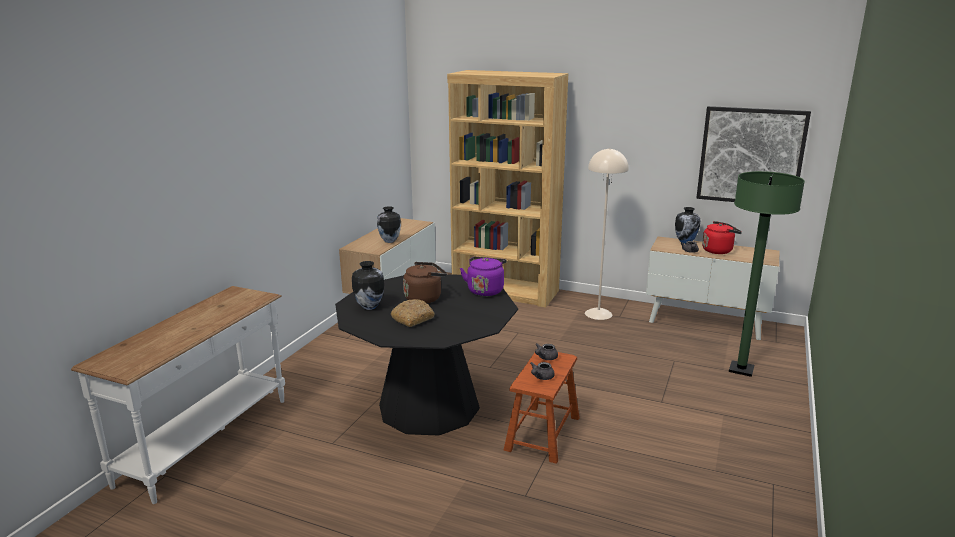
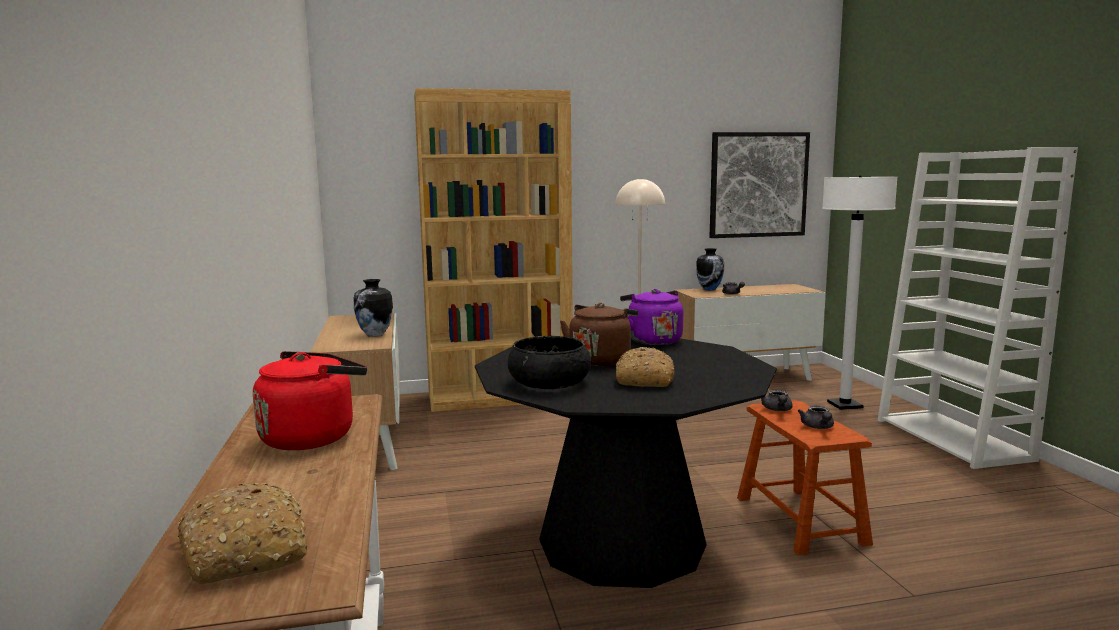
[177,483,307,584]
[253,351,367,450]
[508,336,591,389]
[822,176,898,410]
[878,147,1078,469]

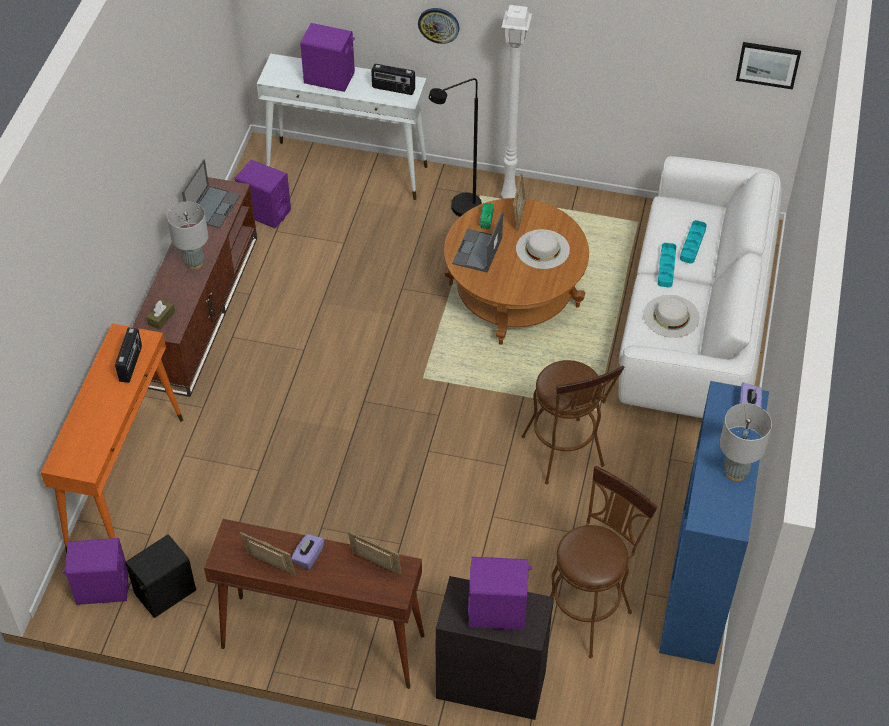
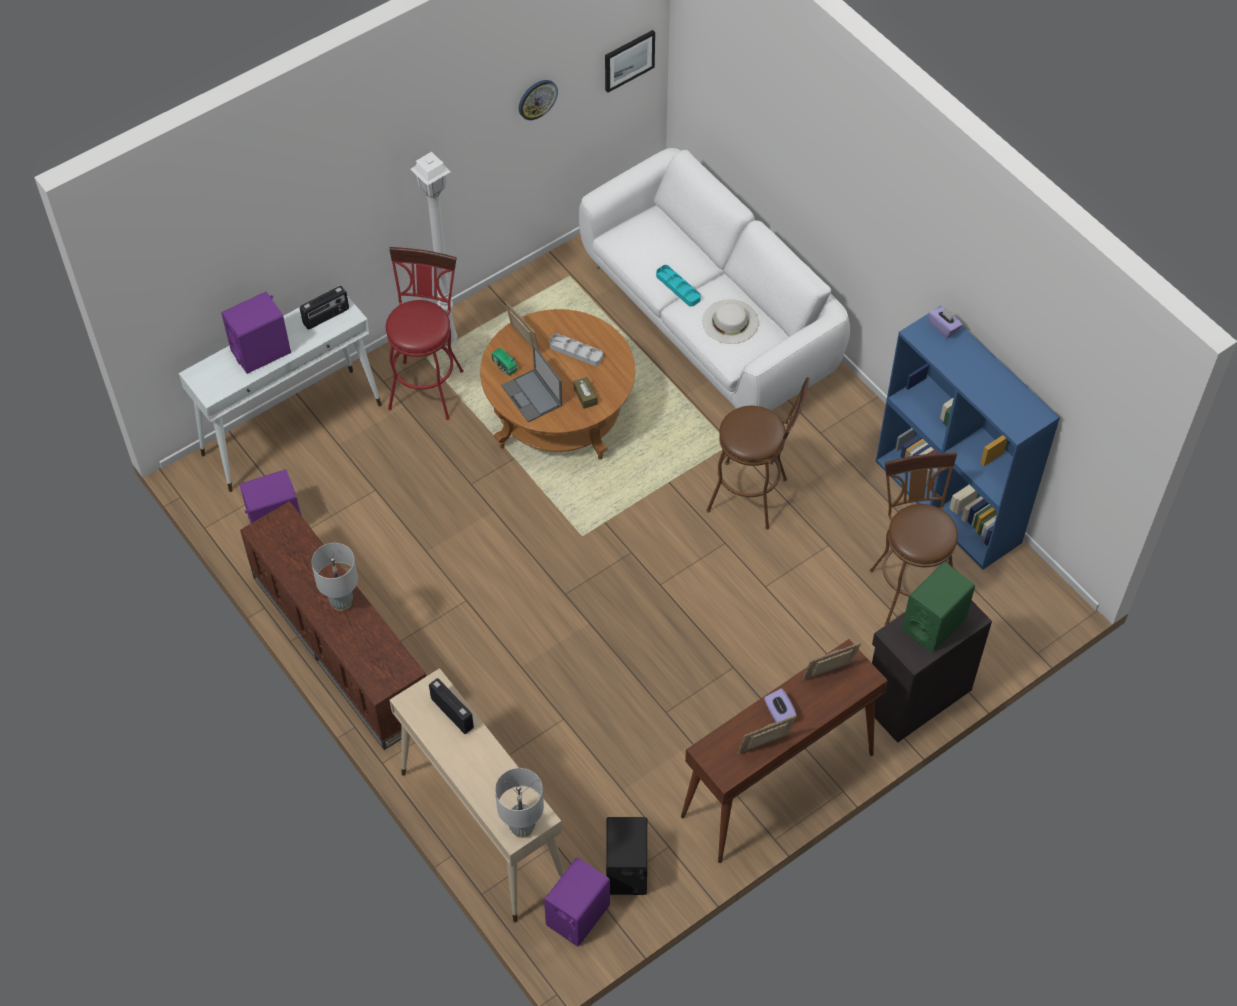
[386,247,464,420]
[390,668,564,922]
[495,768,544,838]
[519,80,558,120]
[549,333,603,366]
[574,377,597,409]
[902,562,975,653]
[182,159,241,228] (first image)
[680,220,707,263] (first image)

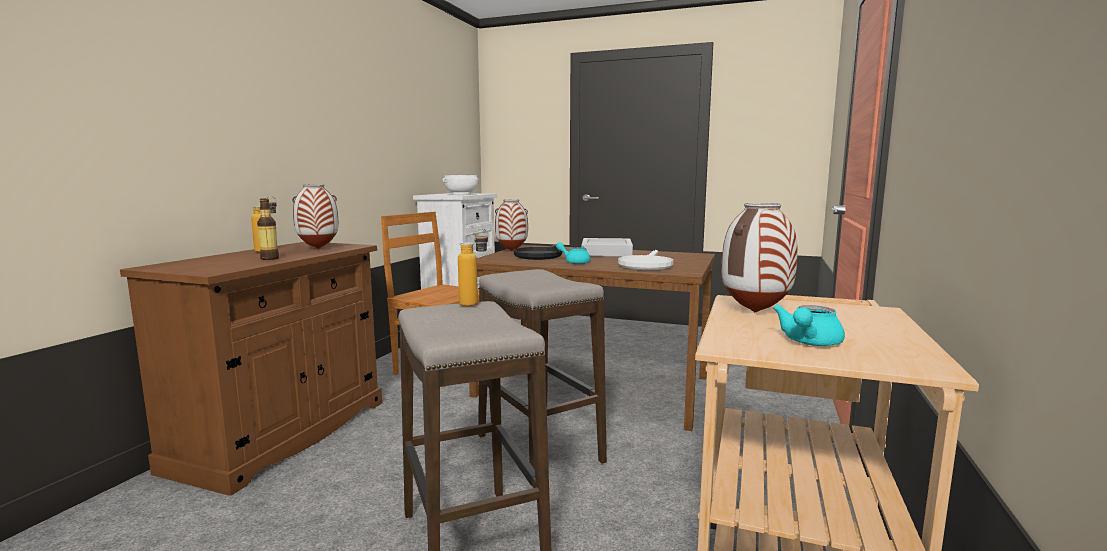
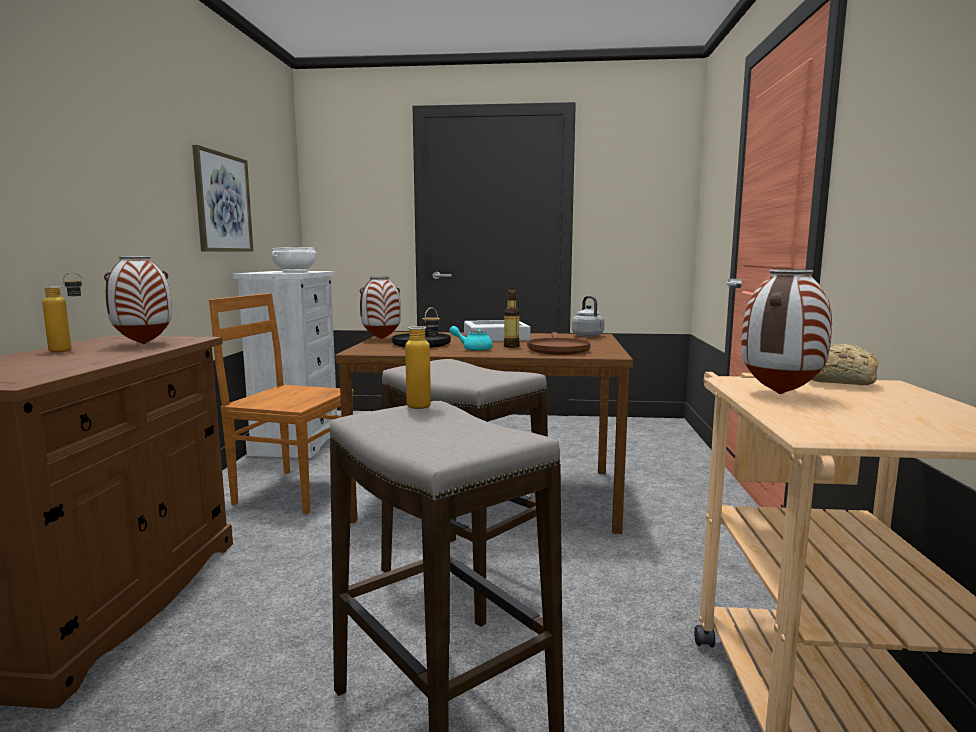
[192,145,253,252]
[504,290,520,348]
[527,332,591,355]
[572,296,604,337]
[811,344,879,385]
[773,305,845,346] (first image)

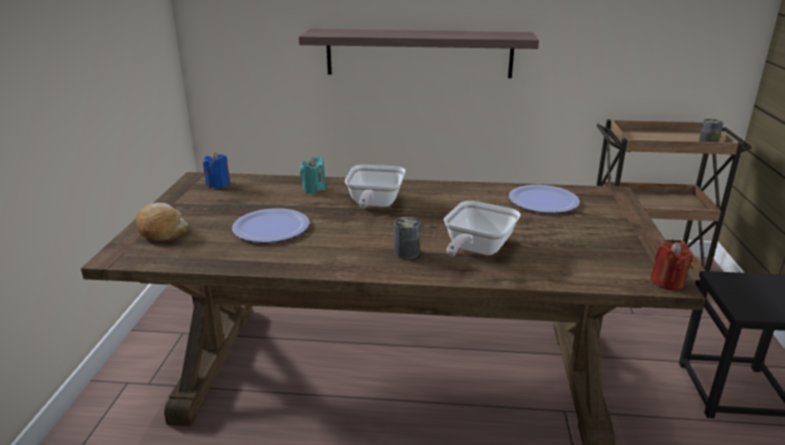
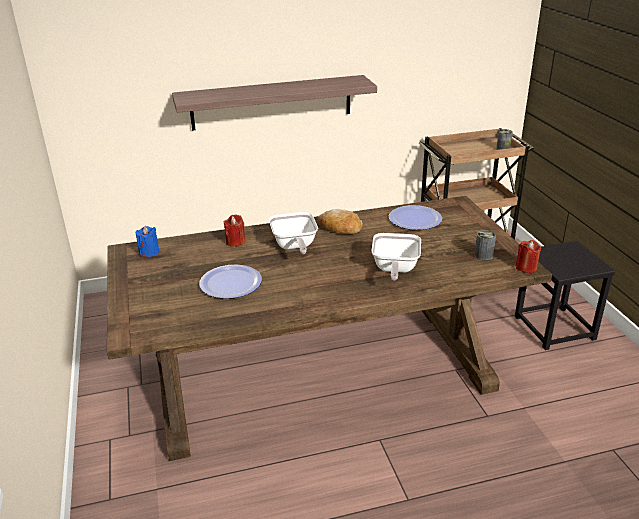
[224,214,245,247]
[318,209,363,234]
[475,230,496,260]

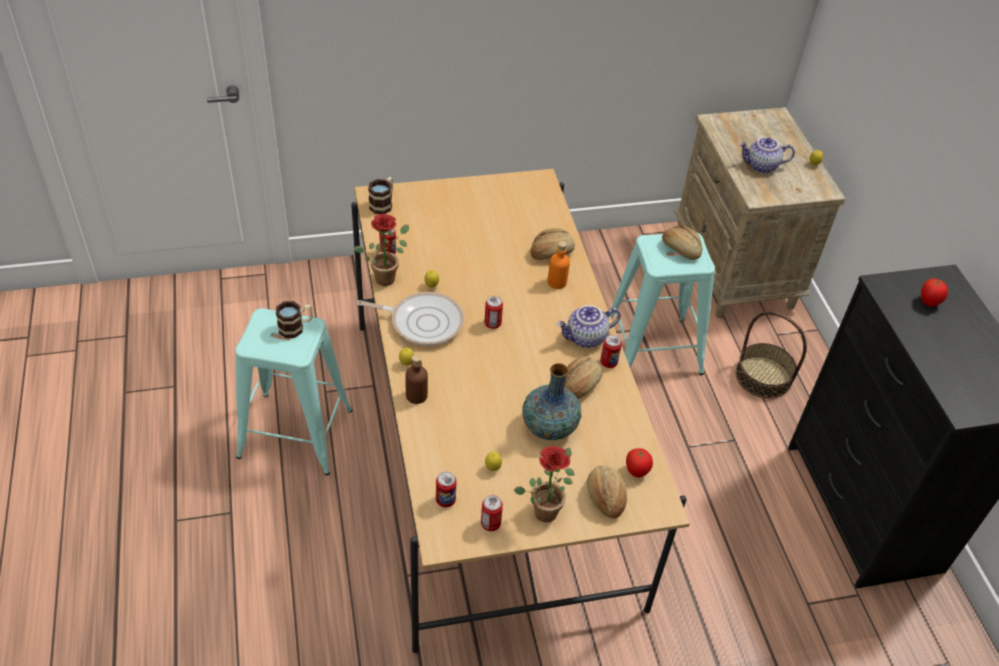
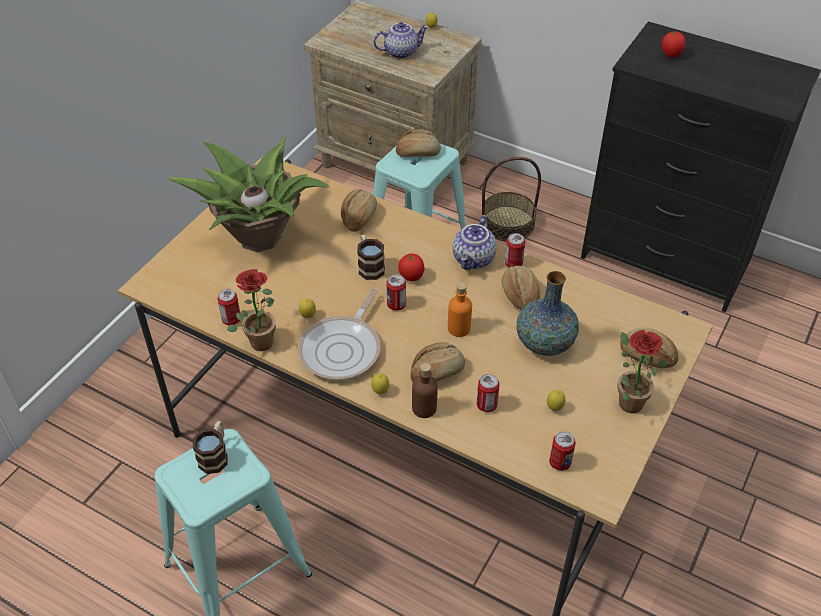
[167,136,329,252]
[298,288,381,381]
[357,234,385,280]
[373,22,429,59]
[398,254,424,282]
[410,342,465,382]
[448,282,472,337]
[477,374,500,412]

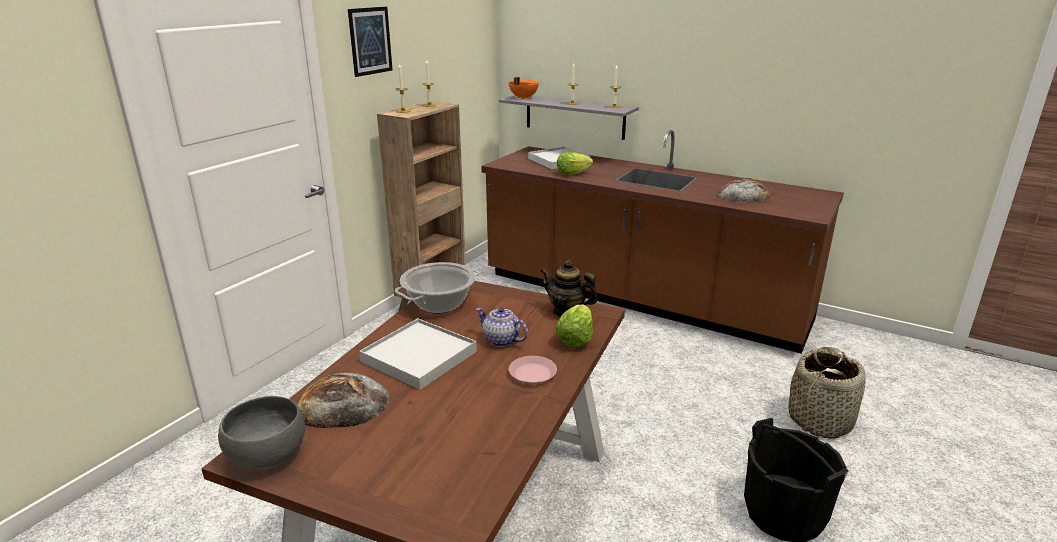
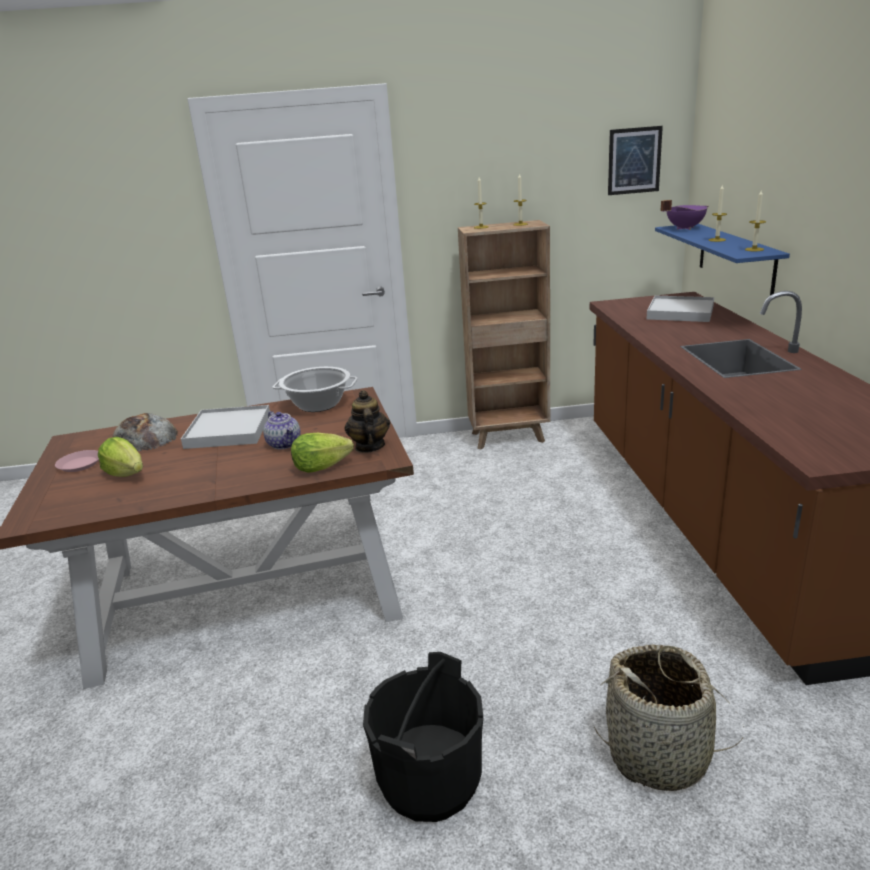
[55,450,99,472]
[98,437,143,477]
[263,411,301,449]
[608,126,663,195]
[655,224,790,295]
[661,200,708,230]
[218,396,305,470] (first image)
[717,178,771,203] (first image)

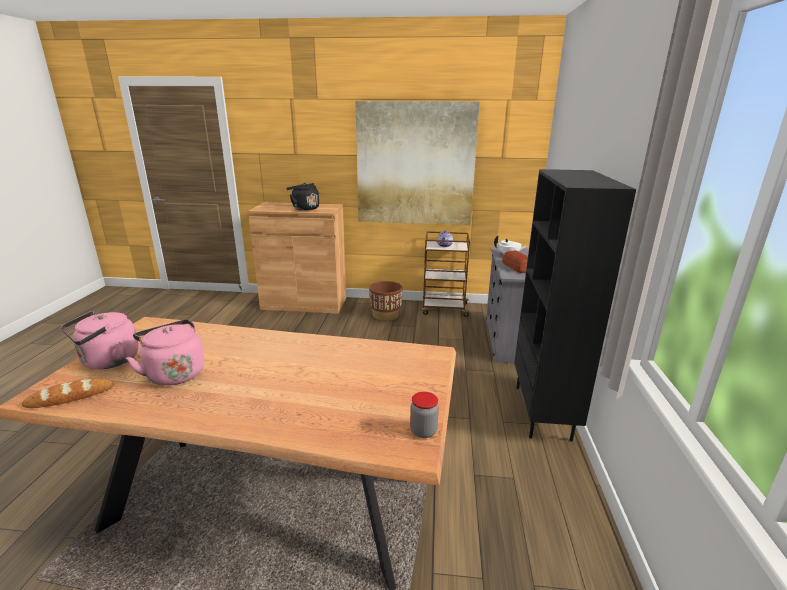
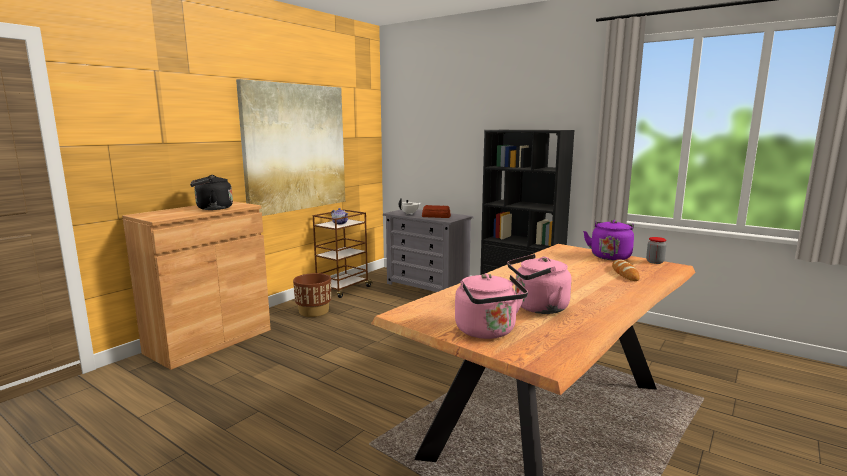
[583,220,634,260]
[612,259,640,281]

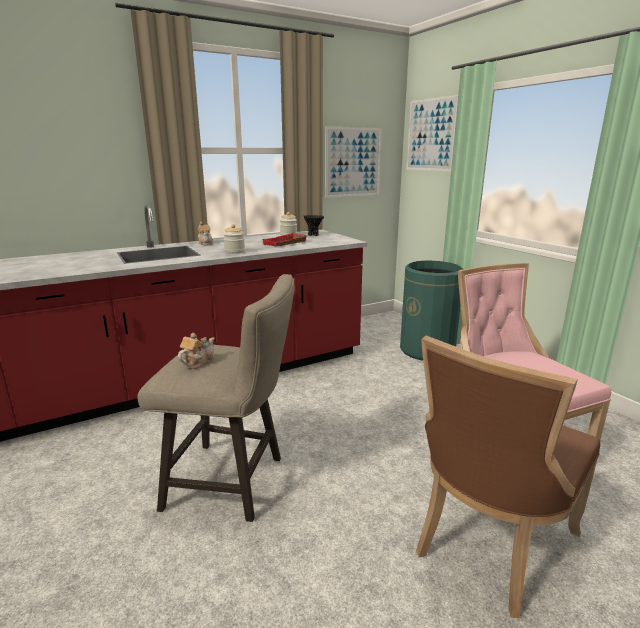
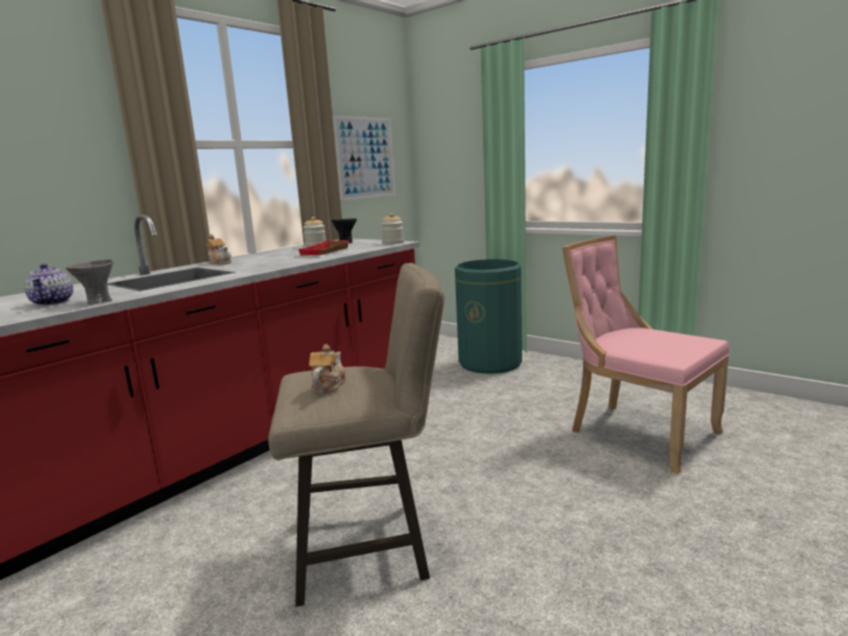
[24,264,73,306]
[66,259,114,304]
[381,213,404,244]
[407,95,458,171] (first image)
[416,335,600,618] (first image)

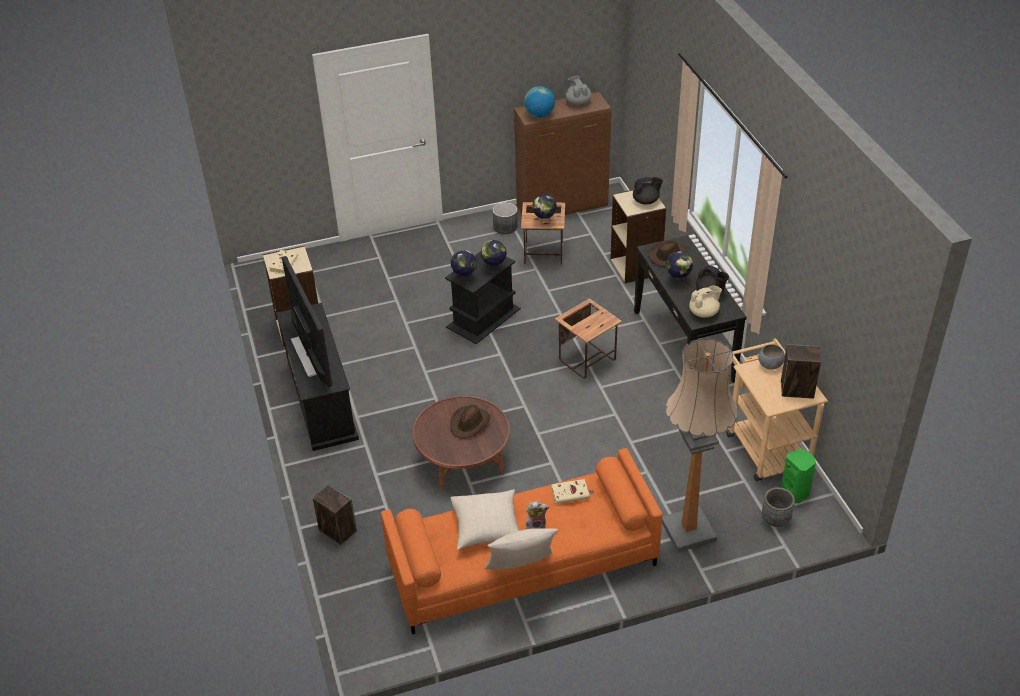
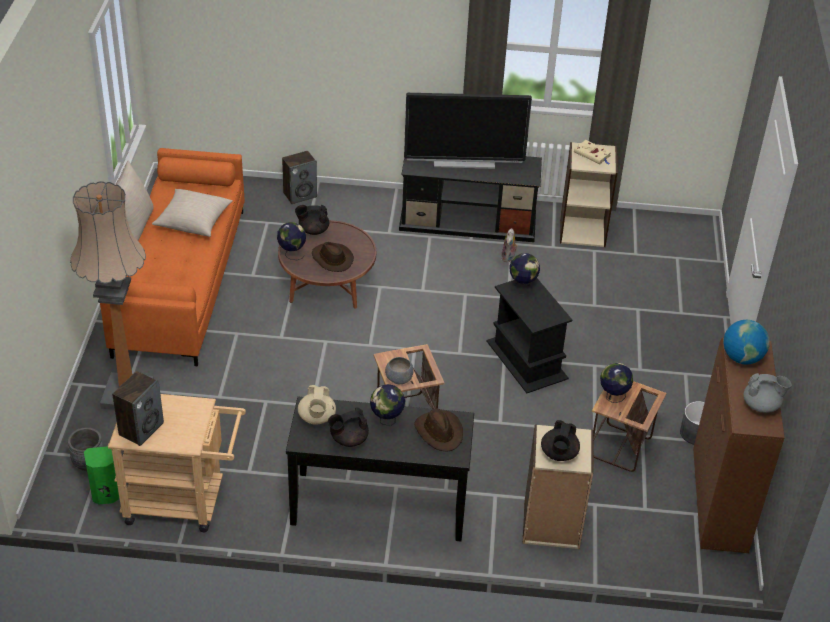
[277,222,306,260]
[295,205,329,235]
[385,357,414,384]
[501,228,518,262]
[551,479,594,504] (first image)

